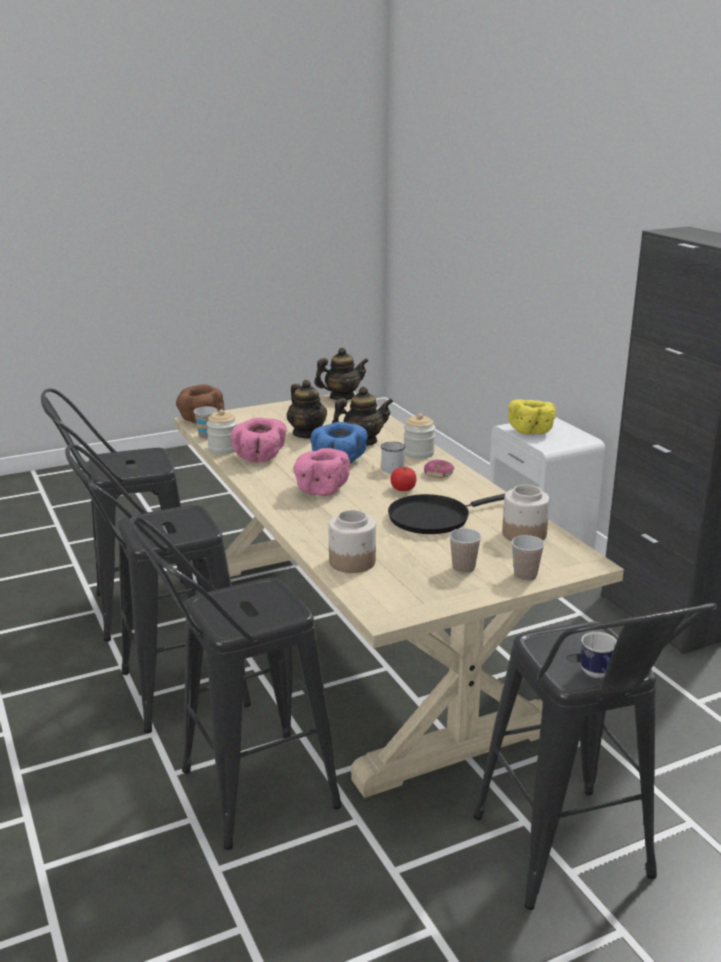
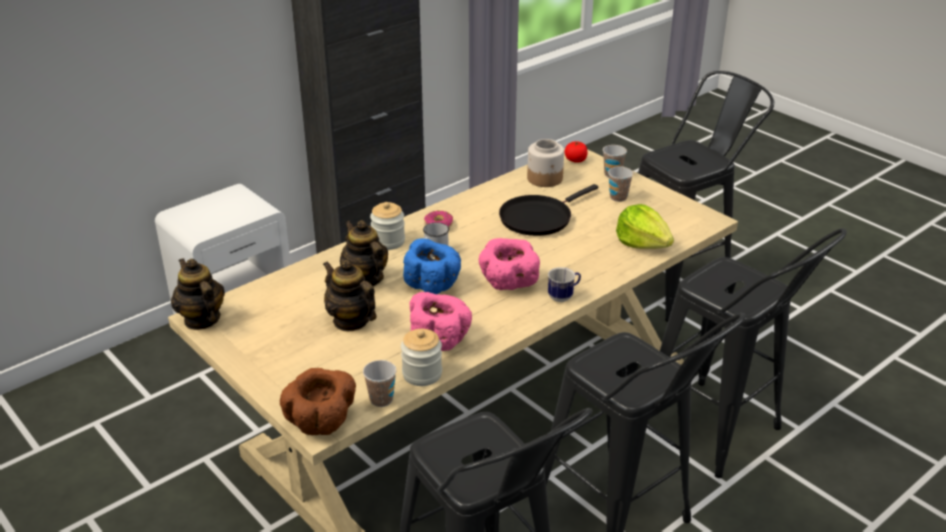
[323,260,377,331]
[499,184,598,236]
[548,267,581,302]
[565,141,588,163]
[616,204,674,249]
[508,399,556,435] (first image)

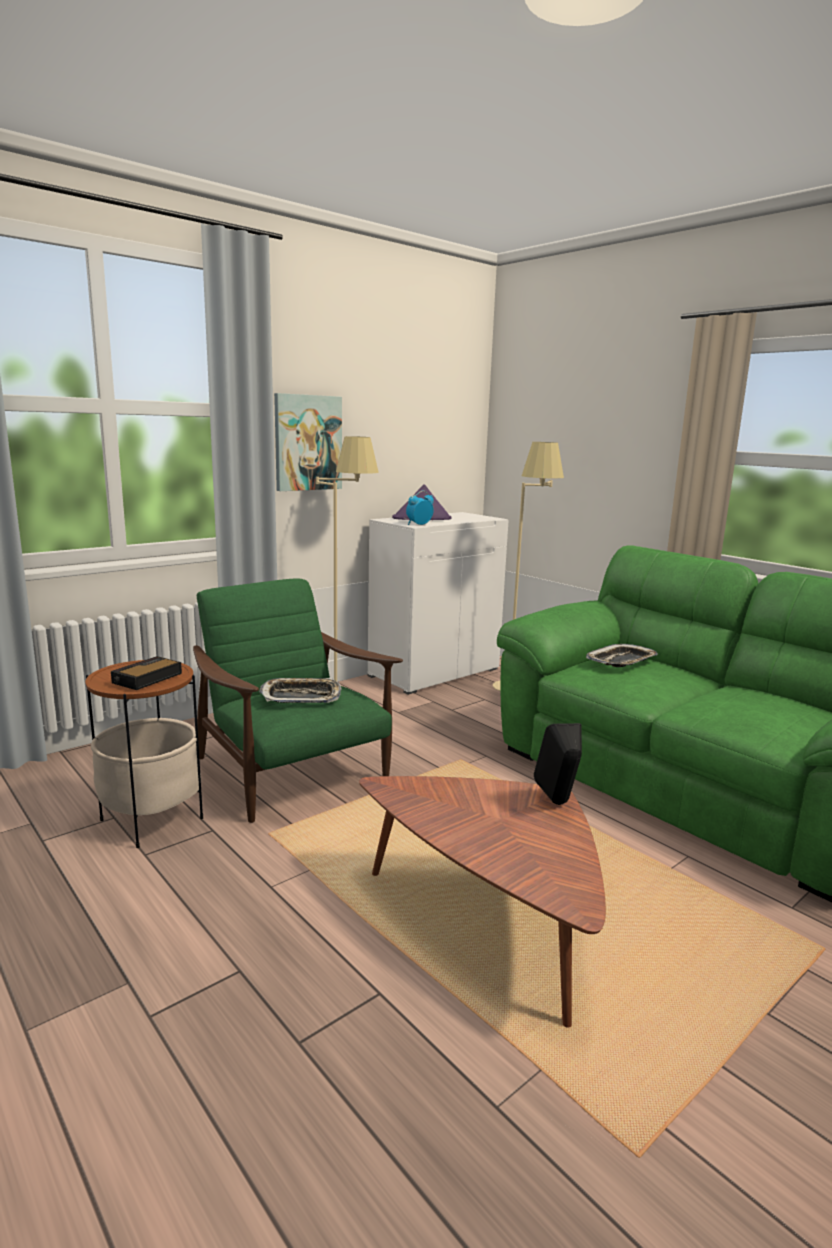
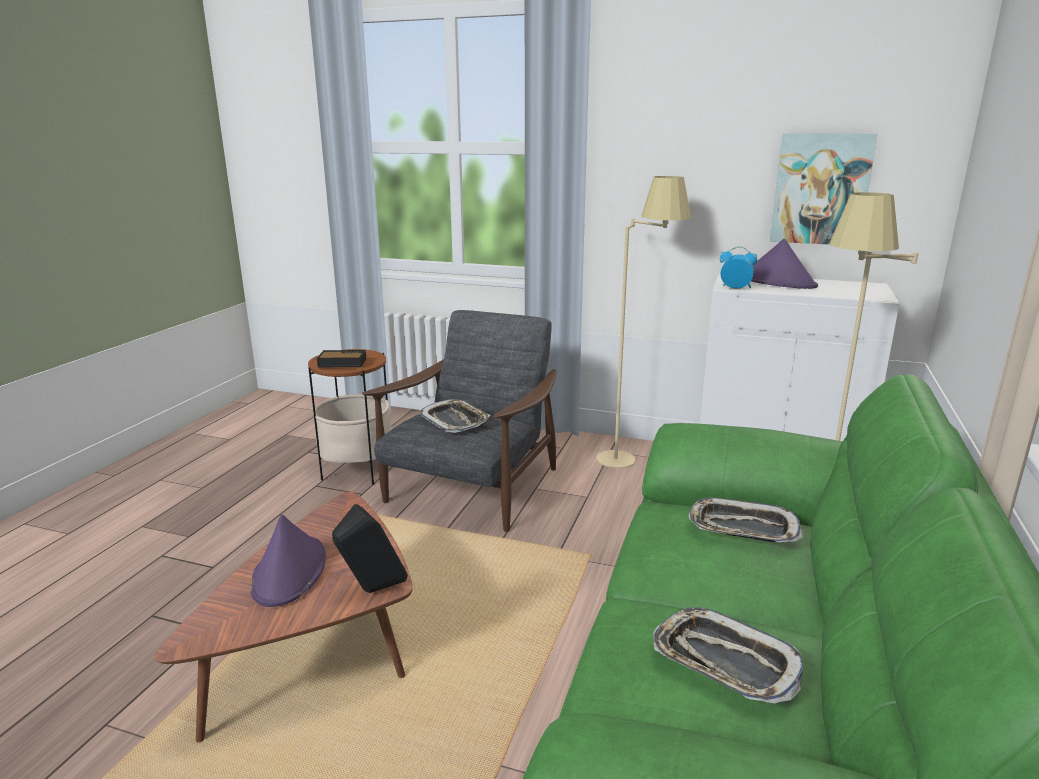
[250,515,326,607]
[362,310,557,532]
[653,607,803,704]
[770,133,877,245]

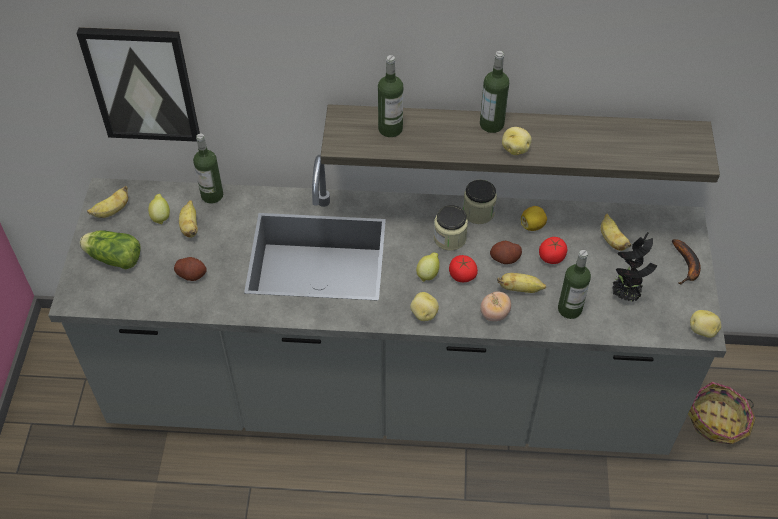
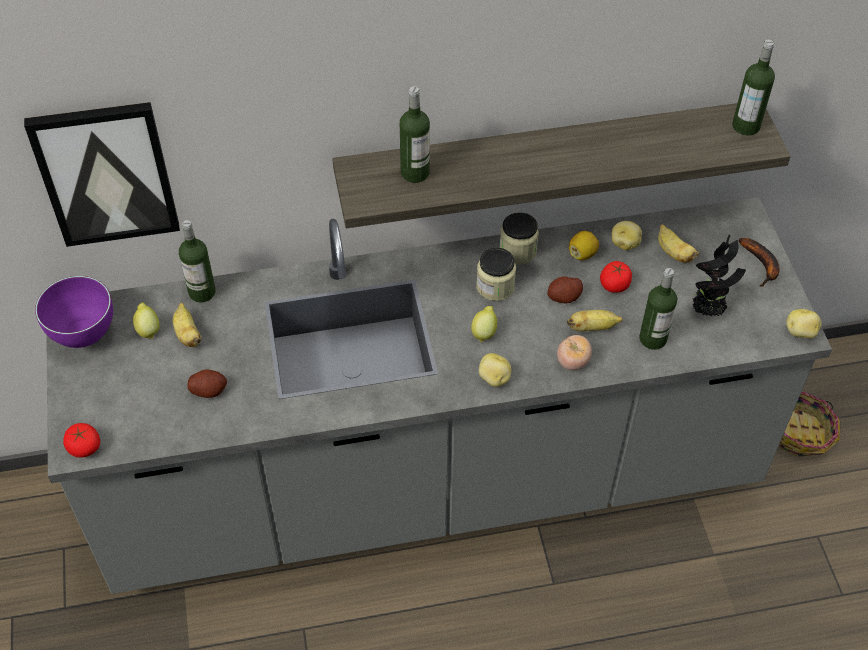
[35,276,113,348]
[63,423,100,458]
[611,221,642,250]
[732,40,775,136]
[79,230,141,269] (first image)

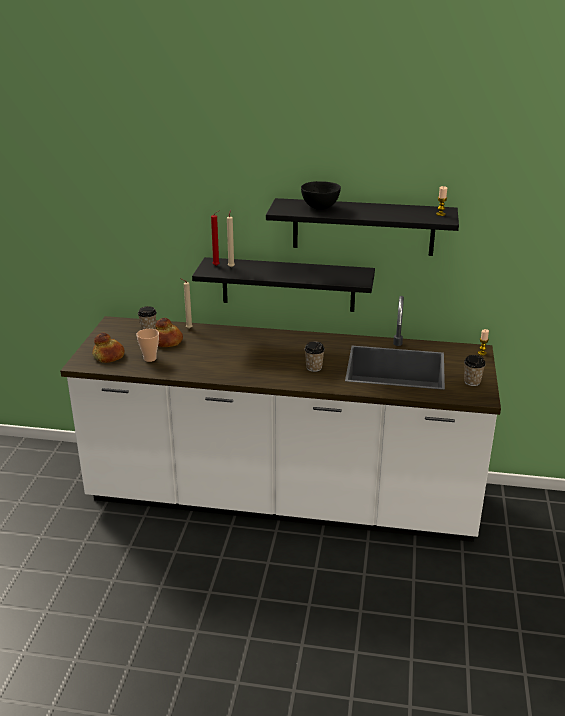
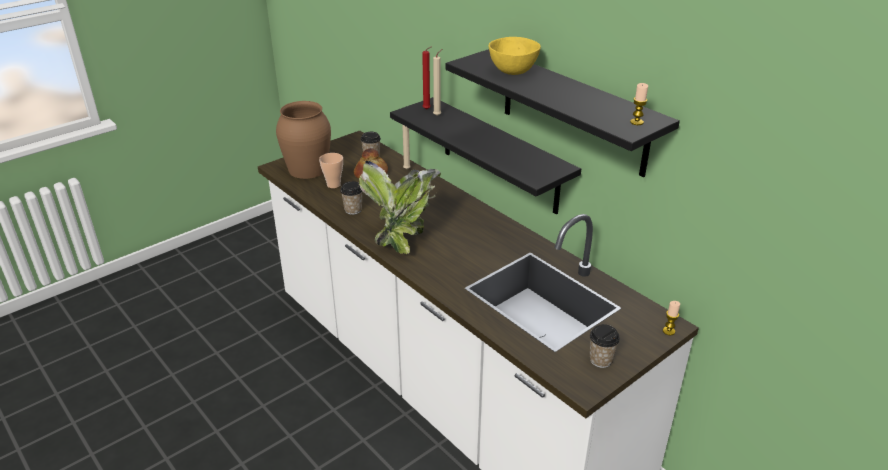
[276,101,331,179]
[340,181,362,215]
[359,161,441,254]
[489,37,541,75]

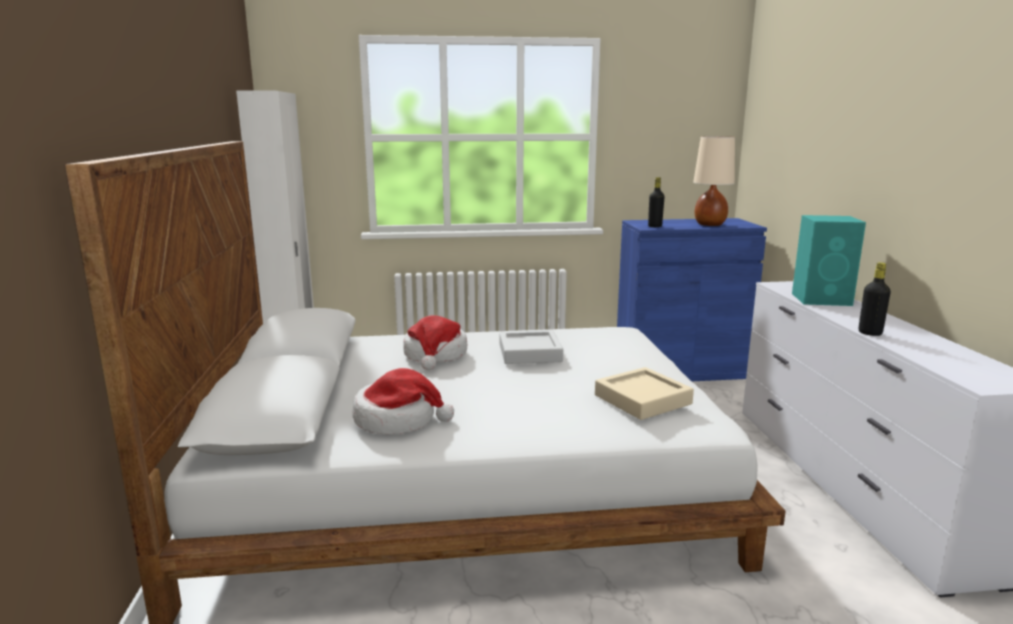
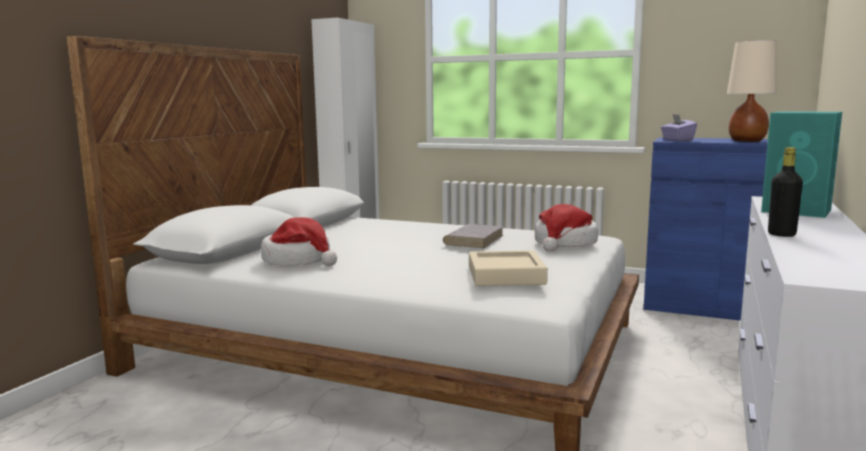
[443,224,504,248]
[535,204,598,252]
[661,114,697,141]

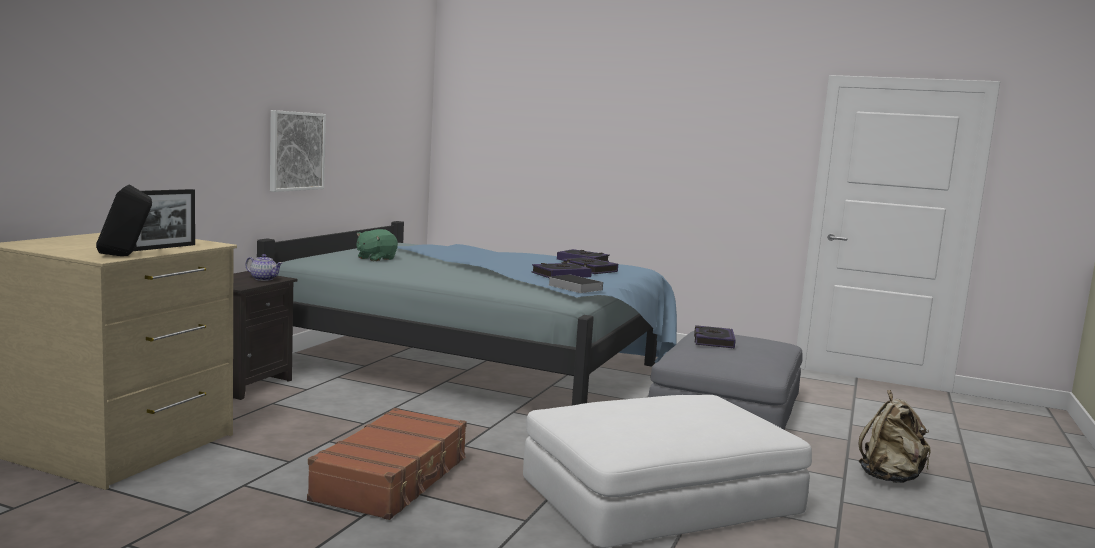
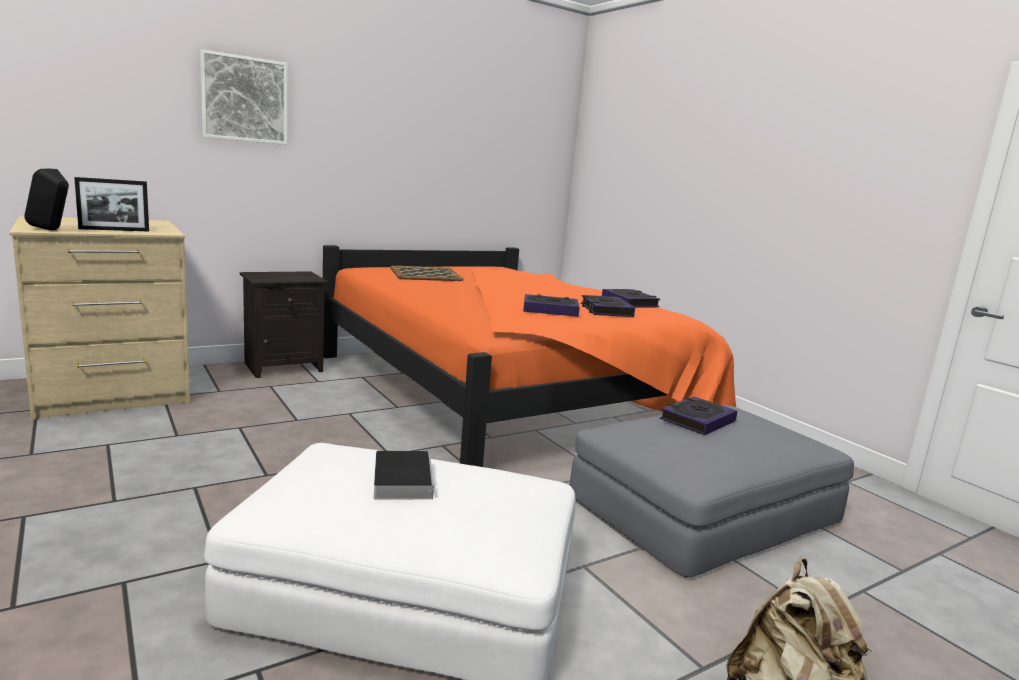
[200,49,287,145]
[323,245,736,467]
[374,451,434,499]
[390,266,463,281]
[245,254,283,281] (first image)
[307,408,467,520] (first image)

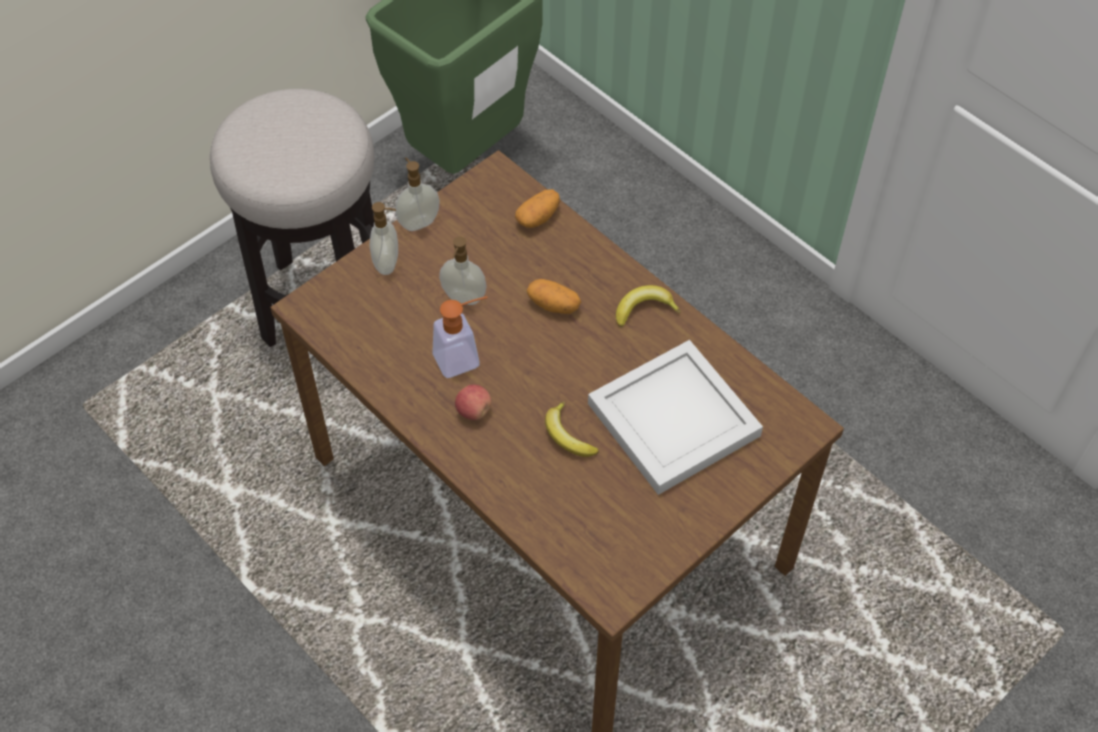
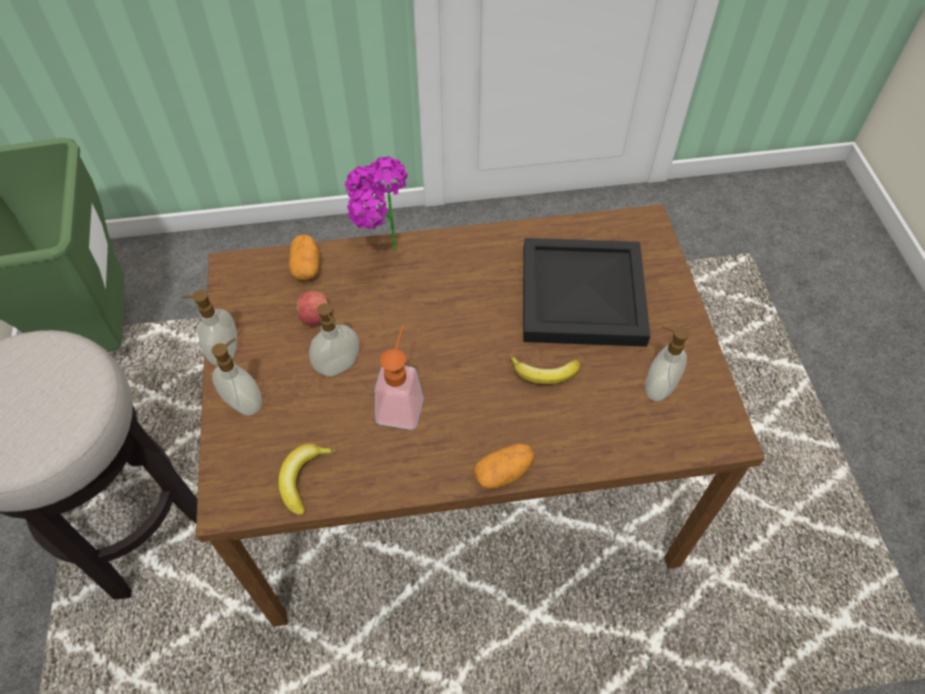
[278,443,336,516]
[296,291,328,326]
[345,156,408,252]
[474,443,535,489]
[523,238,650,347]
[645,326,689,401]

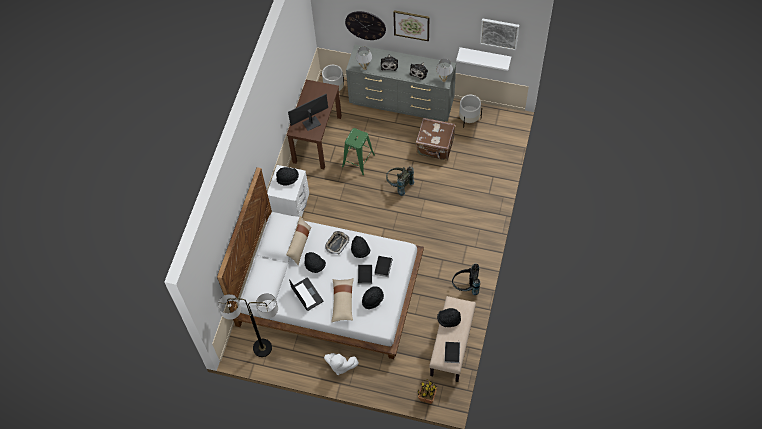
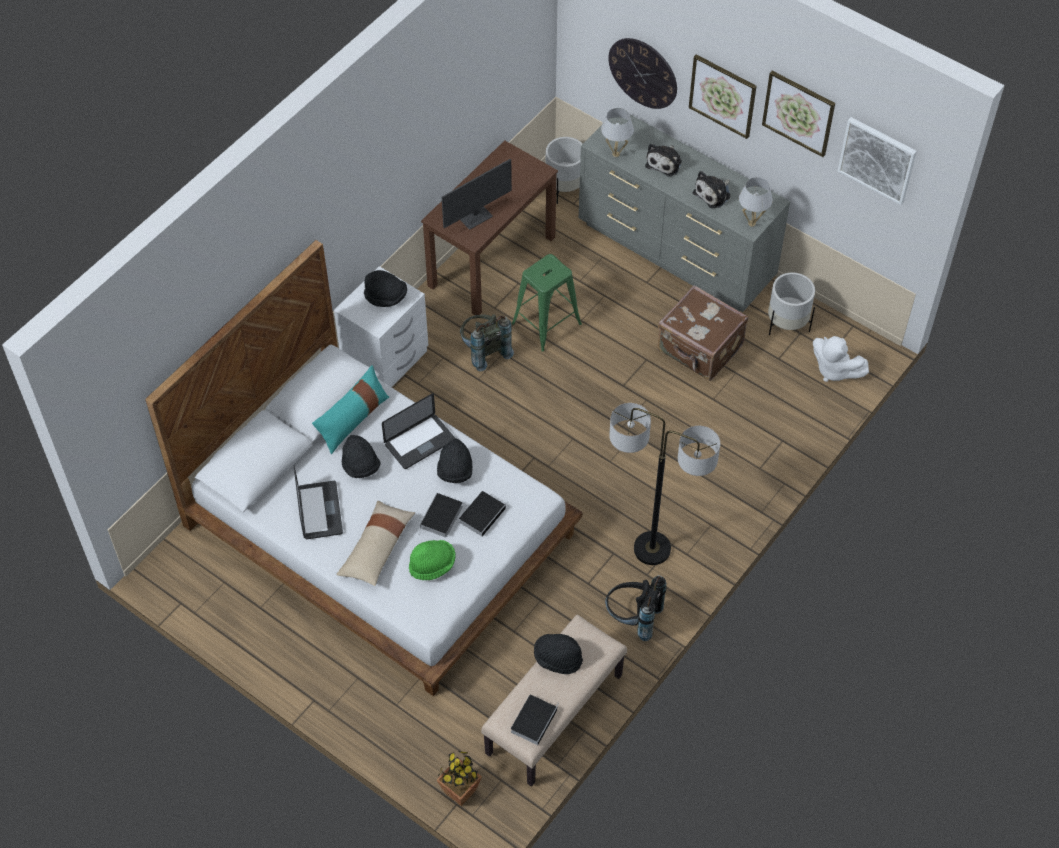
[312,365,389,454]
[382,393,455,469]
[409,540,456,580]
[442,159,512,230]
[460,314,514,372]
[609,403,720,565]
[762,71,835,157]
[813,336,869,382]
[456,47,511,71] (first image)

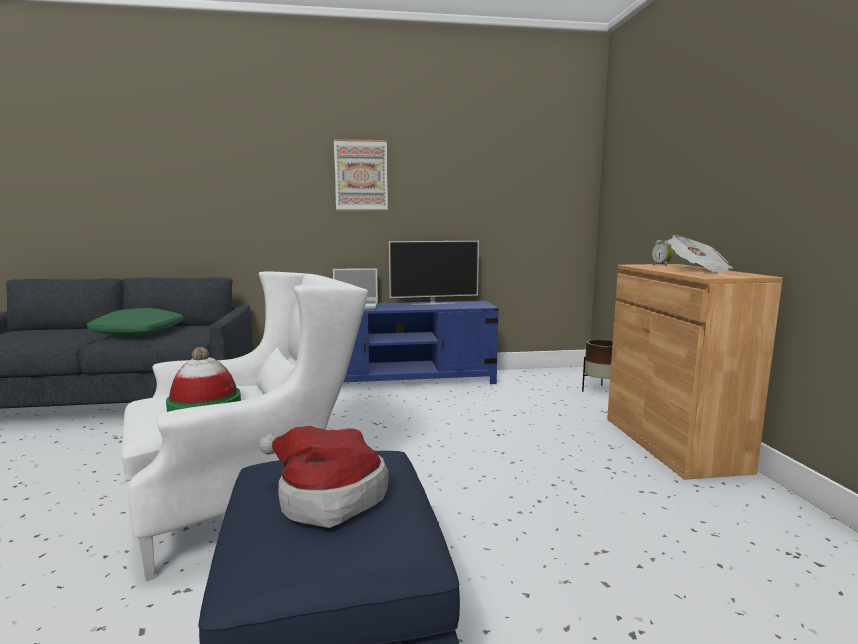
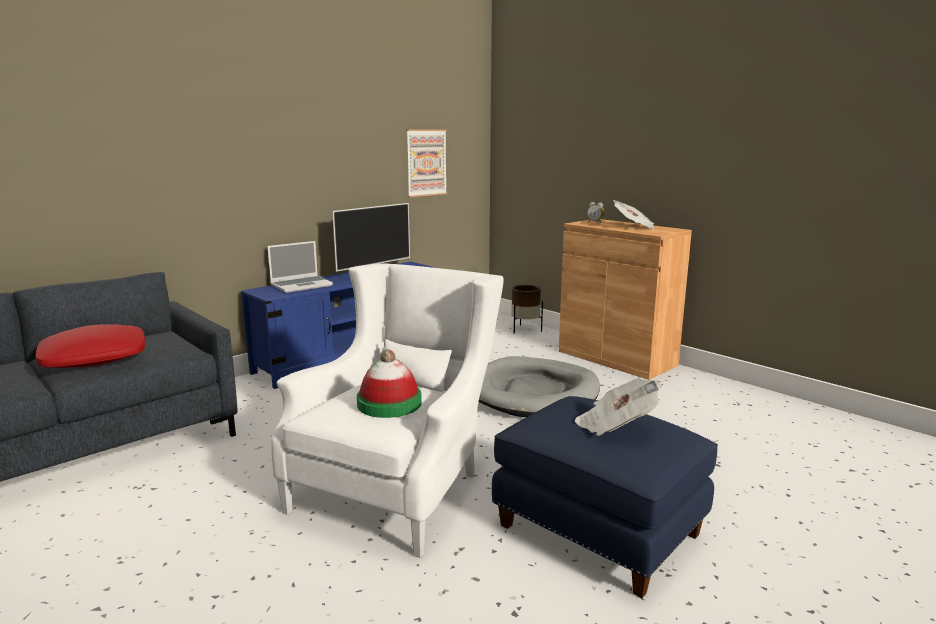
[35,324,146,368]
[406,130,447,197]
[479,356,600,417]
[575,379,662,436]

